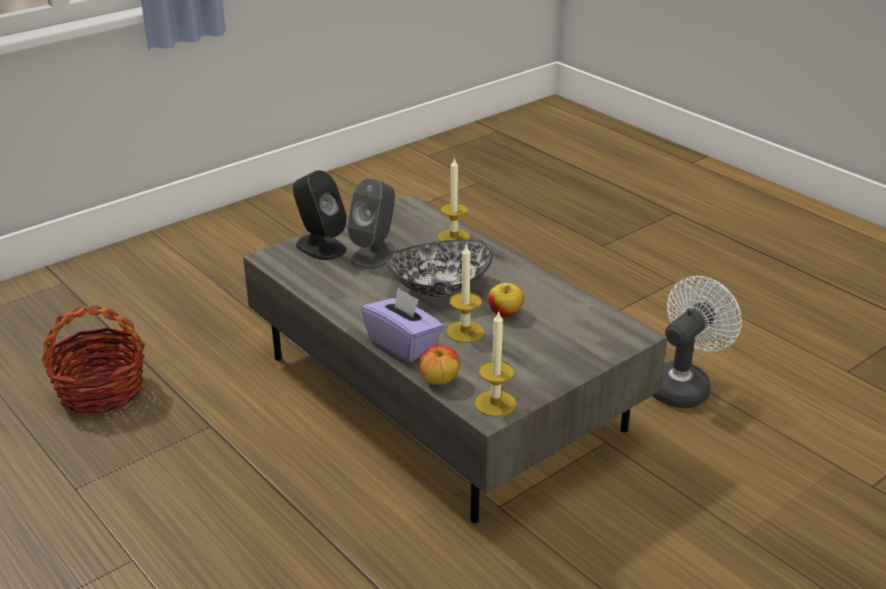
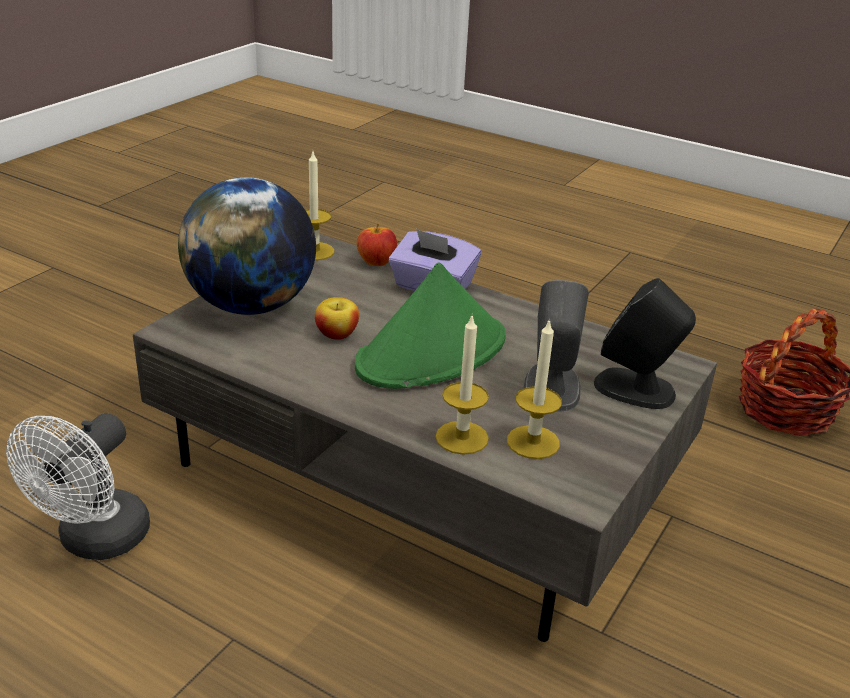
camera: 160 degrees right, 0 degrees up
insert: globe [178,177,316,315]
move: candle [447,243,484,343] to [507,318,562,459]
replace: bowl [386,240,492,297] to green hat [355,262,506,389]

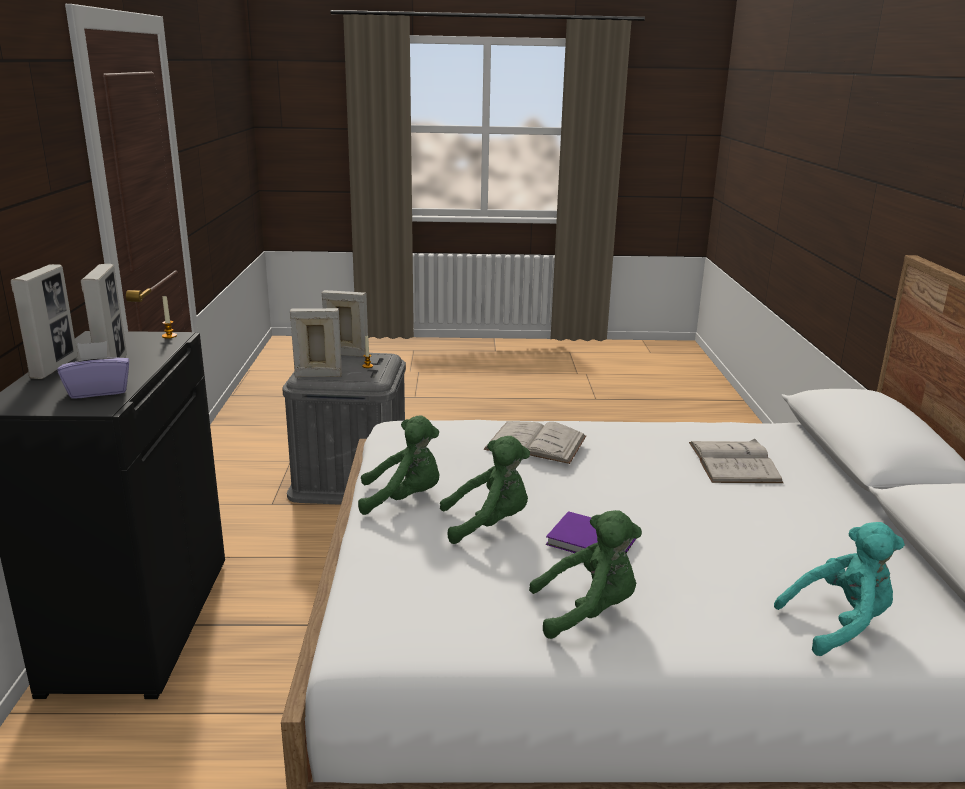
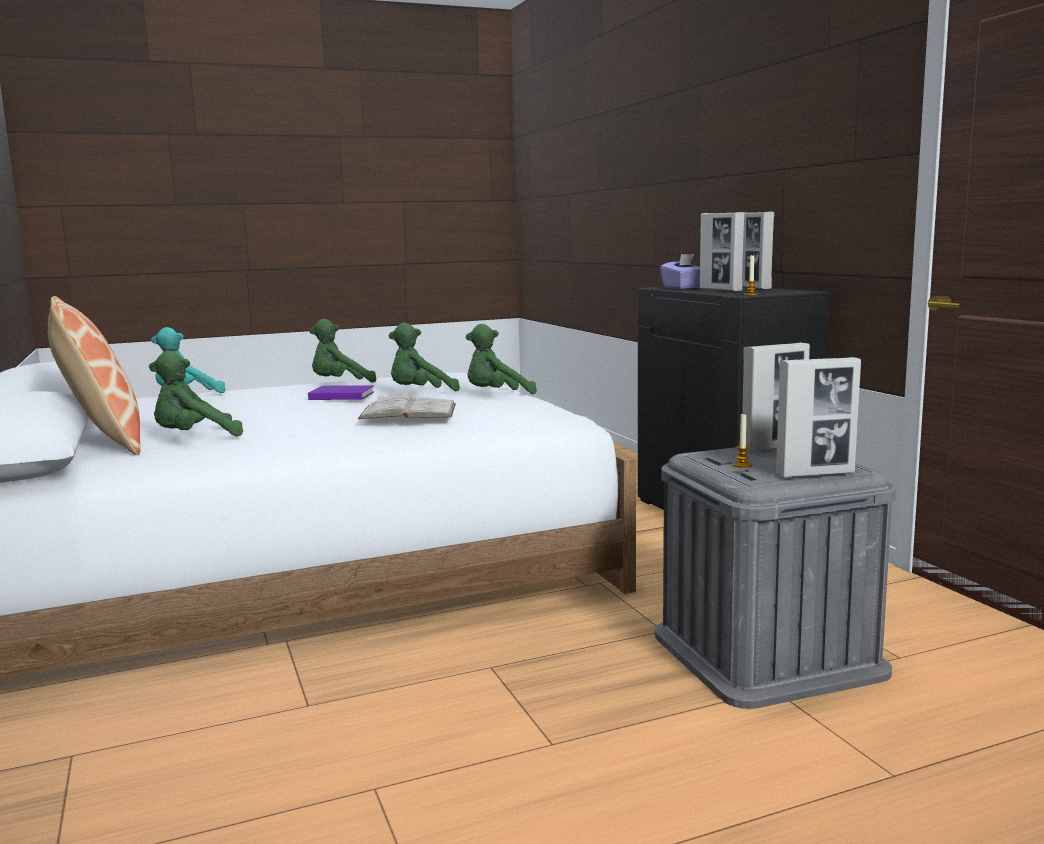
camera: 160 degrees right, 10 degrees down
insert: pillow [48,296,141,455]
replace: white book [689,439,784,483] to green plush toy [149,351,243,436]

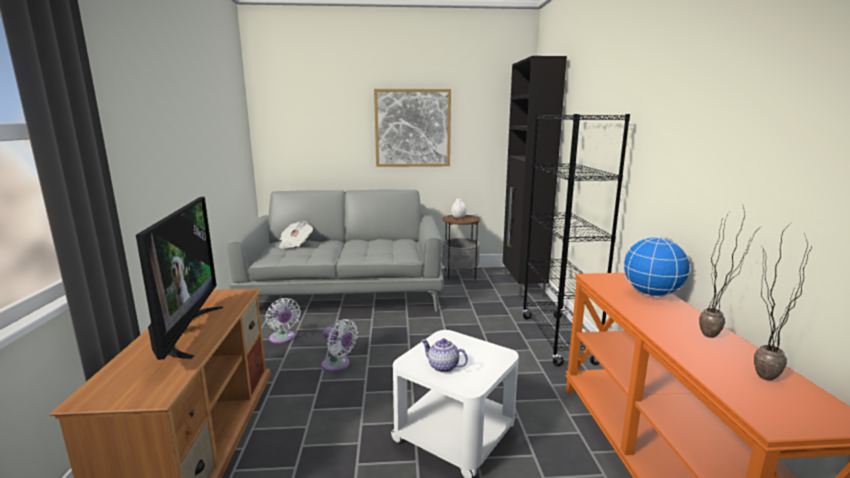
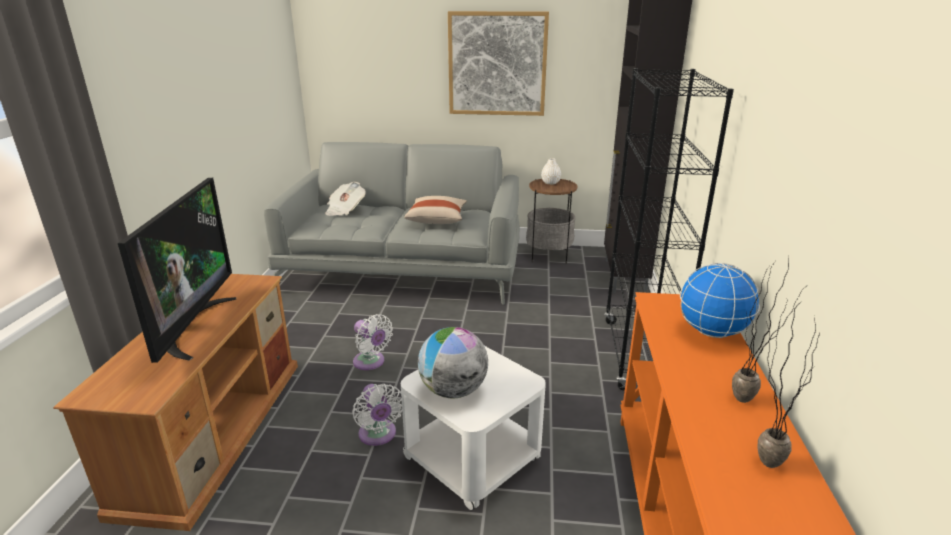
camera: 10 degrees right, 10 degrees up
insert: beige pillow [404,196,467,224]
move: white fan [265,298,301,344] to [352,384,402,446]
replace: teapot [421,338,468,373] to globe [418,327,488,398]

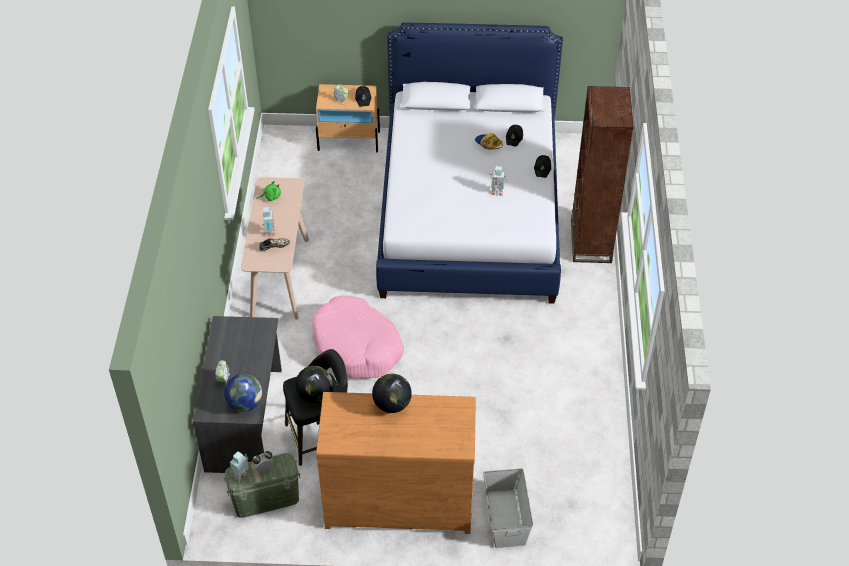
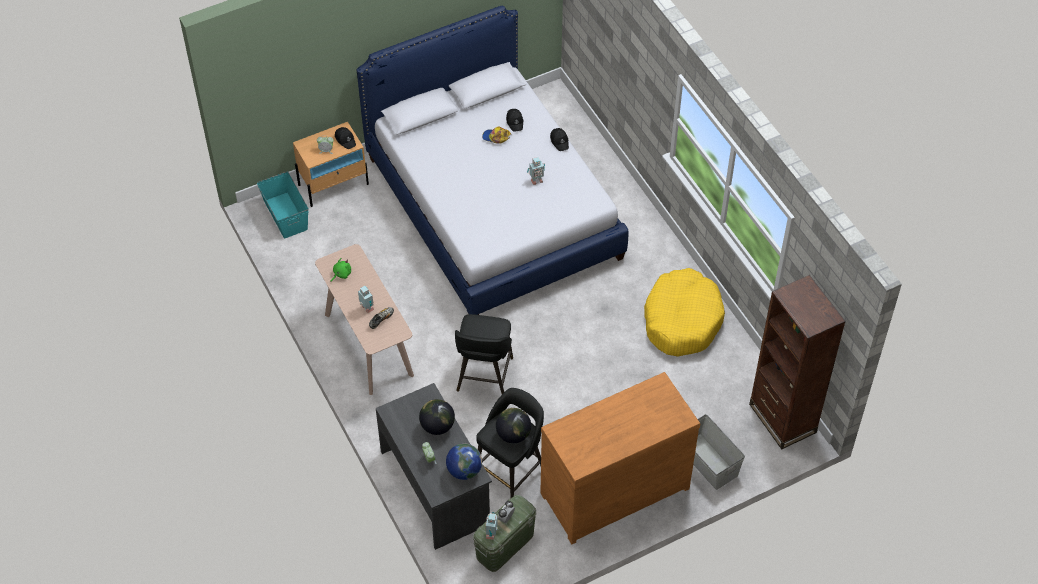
camera: 30 degrees left, 5 degrees up
insert: turquoise storage box [257,172,309,239]; yellow dog bed [644,268,725,356]
move: globe [372,374,412,413] to [419,399,455,435]; brown bookcase [571,86,634,263] to [749,275,846,449]
replace: pink dog bed [312,295,404,379] to black stool [455,314,513,394]

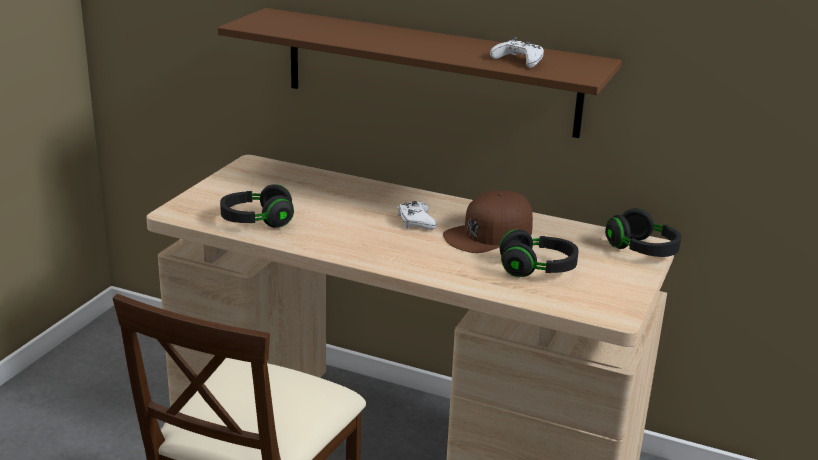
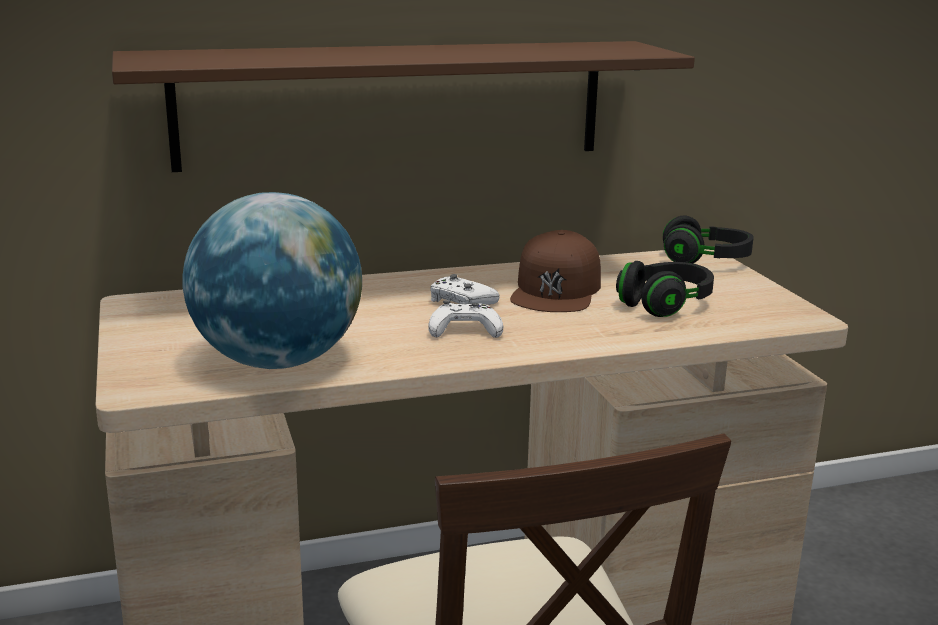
camera: 40 degrees left, 5 degrees down
move: white game controller [490,37,544,68] to [428,300,503,338]
replace: black headphones [220,184,294,228] to globe [182,192,362,369]

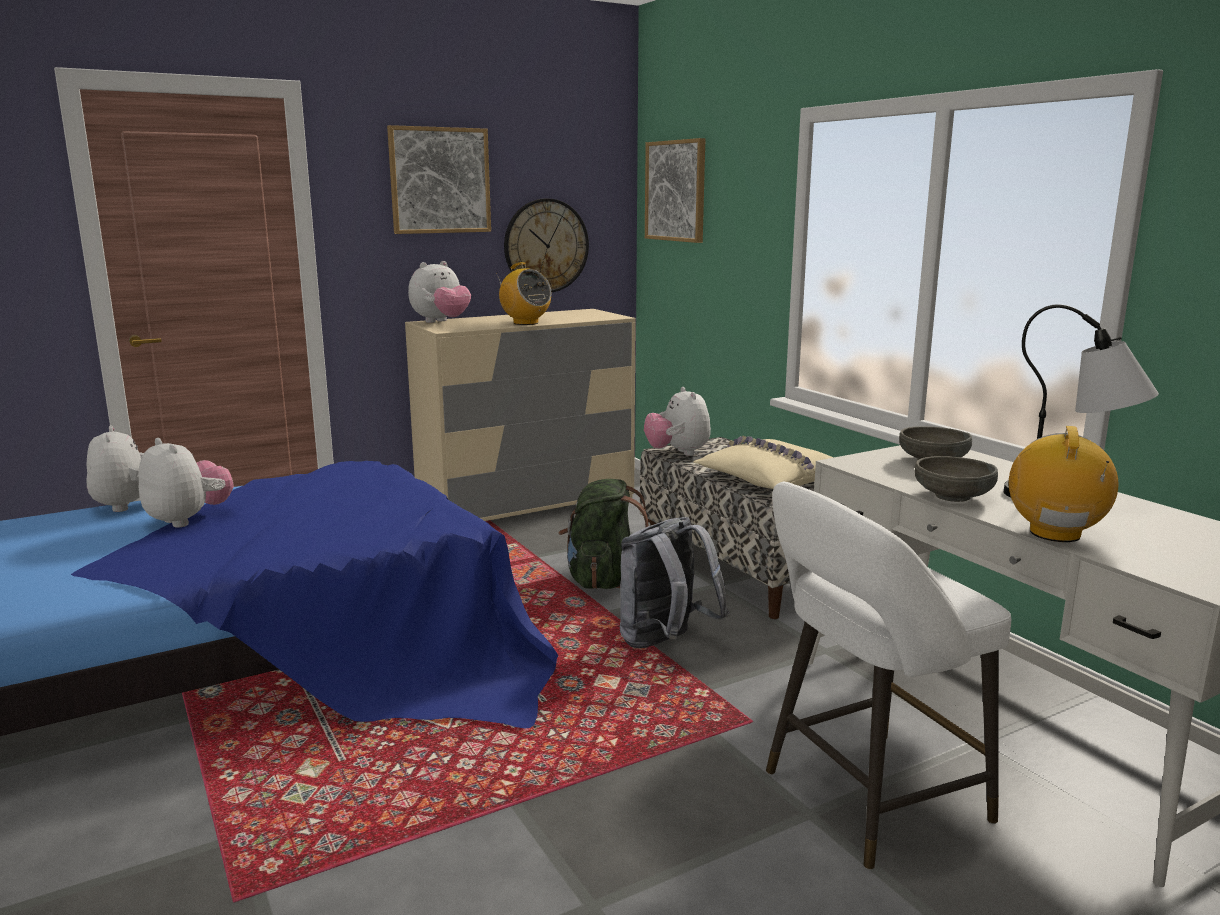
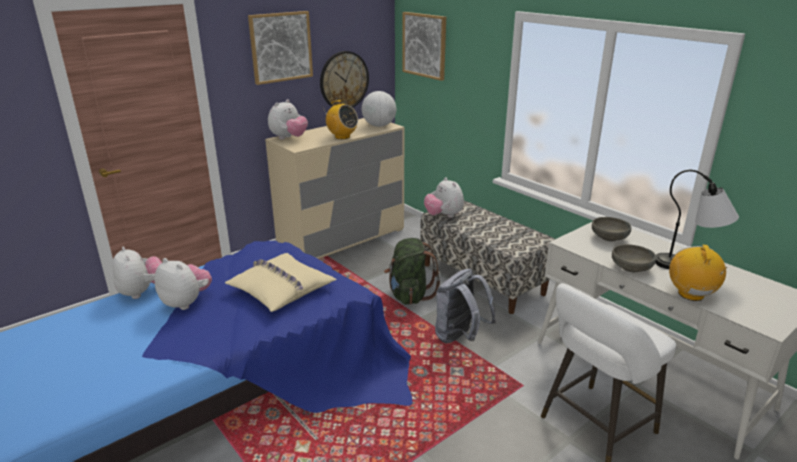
camera: 10 degrees left, 10 degrees up
insert: globe [362,91,396,127]
move: beige pillow [693,436,833,489] to [225,253,337,312]

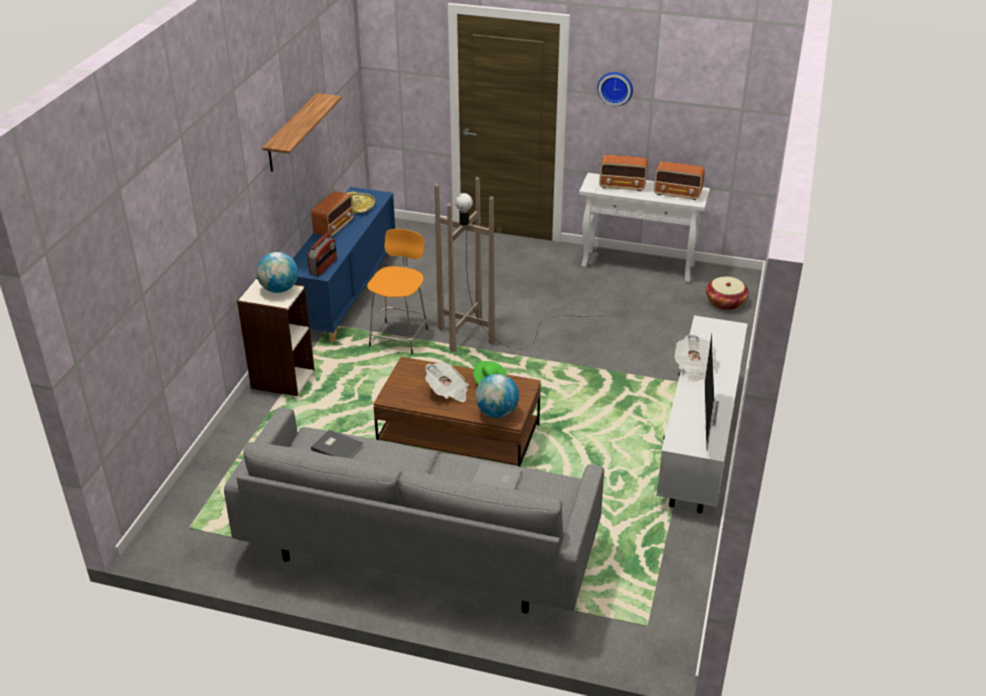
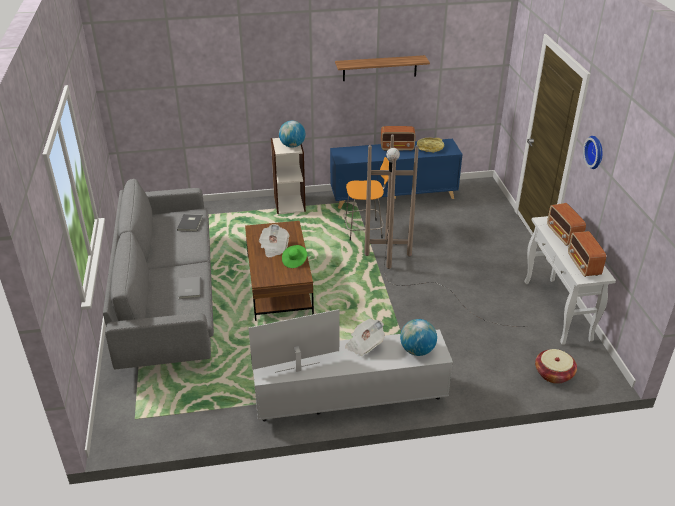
camera: 65 degrees right, 0 degrees up
delete: radio [308,233,337,276]
move: globe [475,374,519,418] to [400,319,437,356]

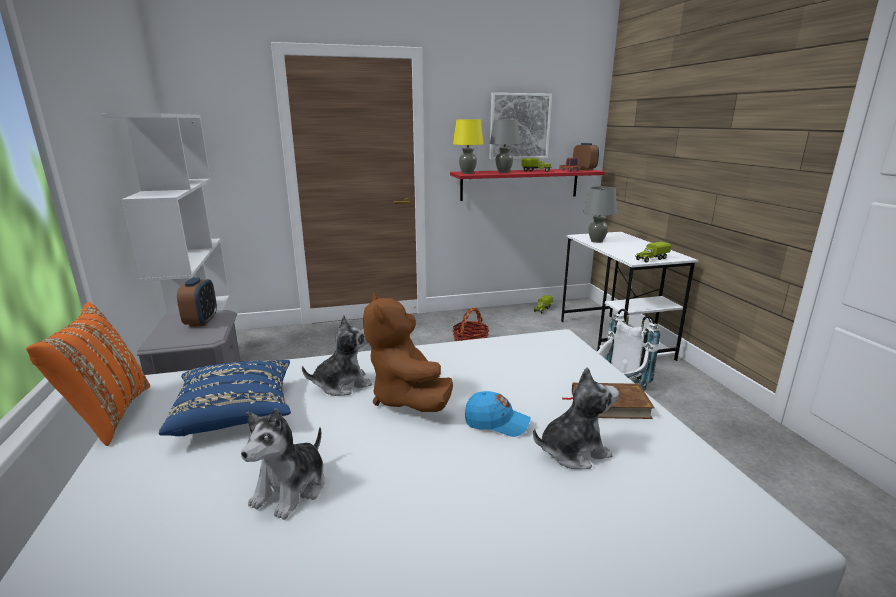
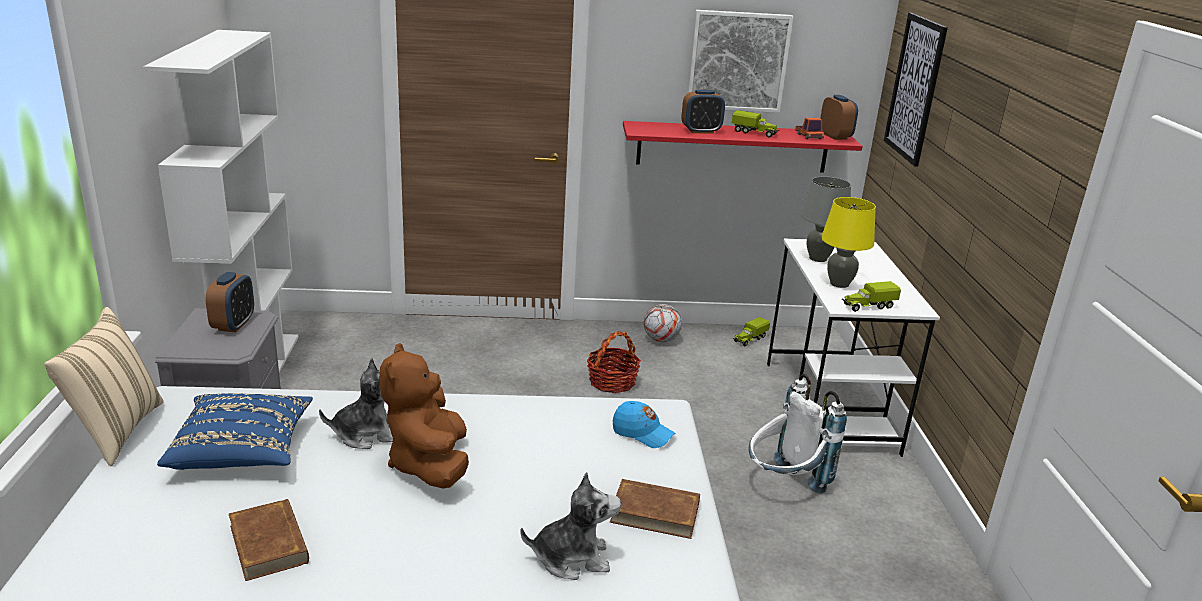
camera: 10 degrees right, 5 degrees up
insert: football [644,304,682,342]; picture [884,13,948,167]
move: blue cap [465,391,531,437] to [613,401,675,448]; yellow table lamp [453,120,484,174] to [821,197,876,288]
replace: plush toy [241,409,325,520] to brown book [229,499,309,581]; grey table lamp [490,120,520,173] to alarm clock [681,90,725,134]
recolor: orange pillow [26,302,150,446] to beige pillow [44,307,164,466]

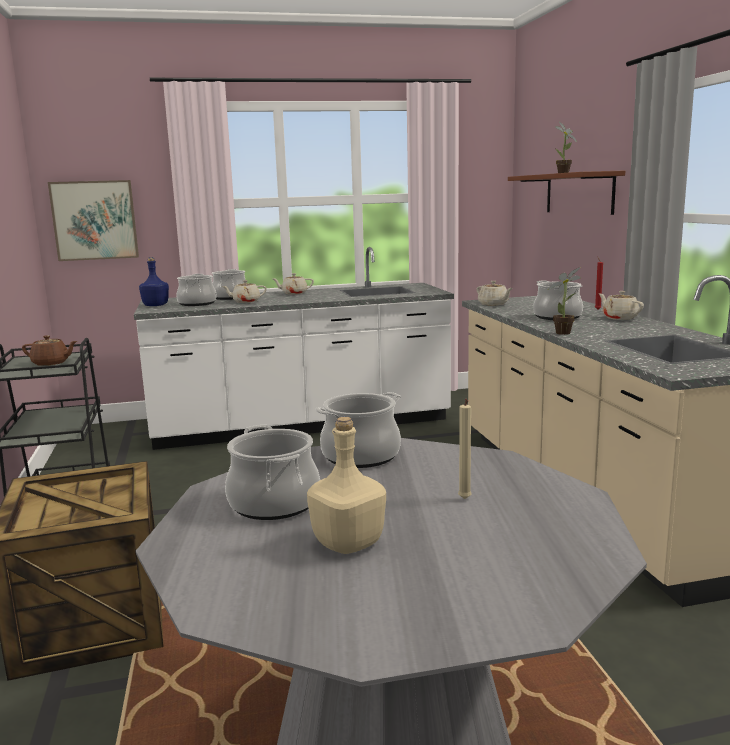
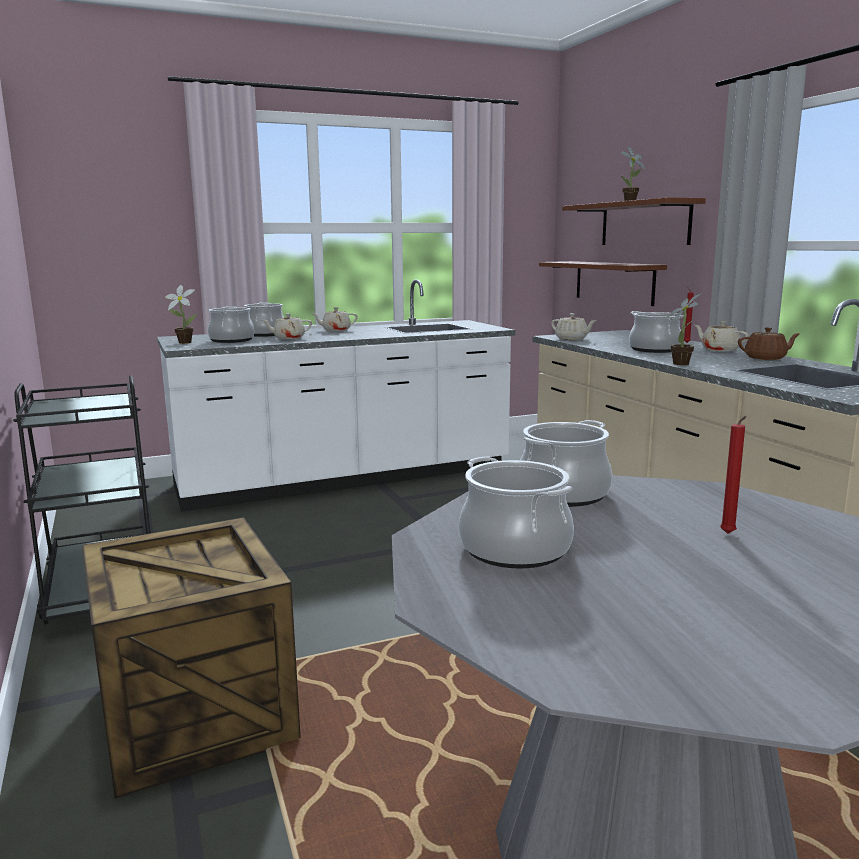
camera: 10 degrees left, 0 degrees up
delete: picture [48,180,139,261]; beige bottle [307,417,386,554]
insert: brown shelf [539,261,667,306]
move: brown teapot [22,335,77,366] to [738,327,801,360]
replace: blue bottle [139,257,169,306] to potted plant [165,285,197,344]
recolor: beige candle [458,399,472,499] to red candle [720,416,746,534]

